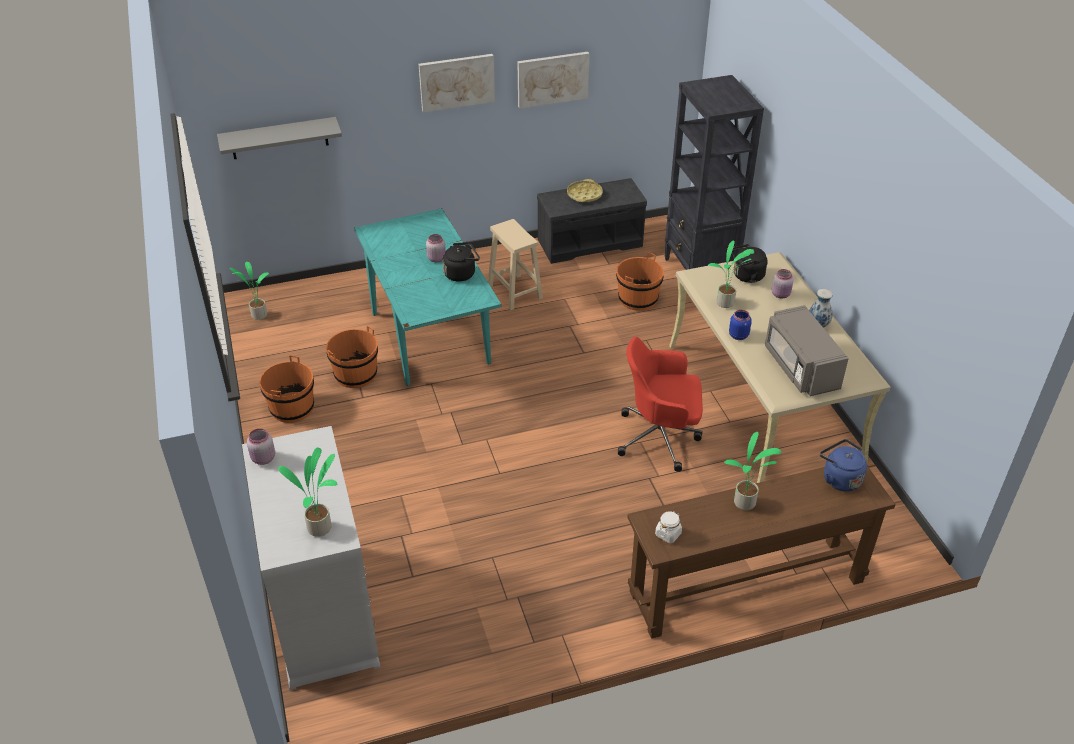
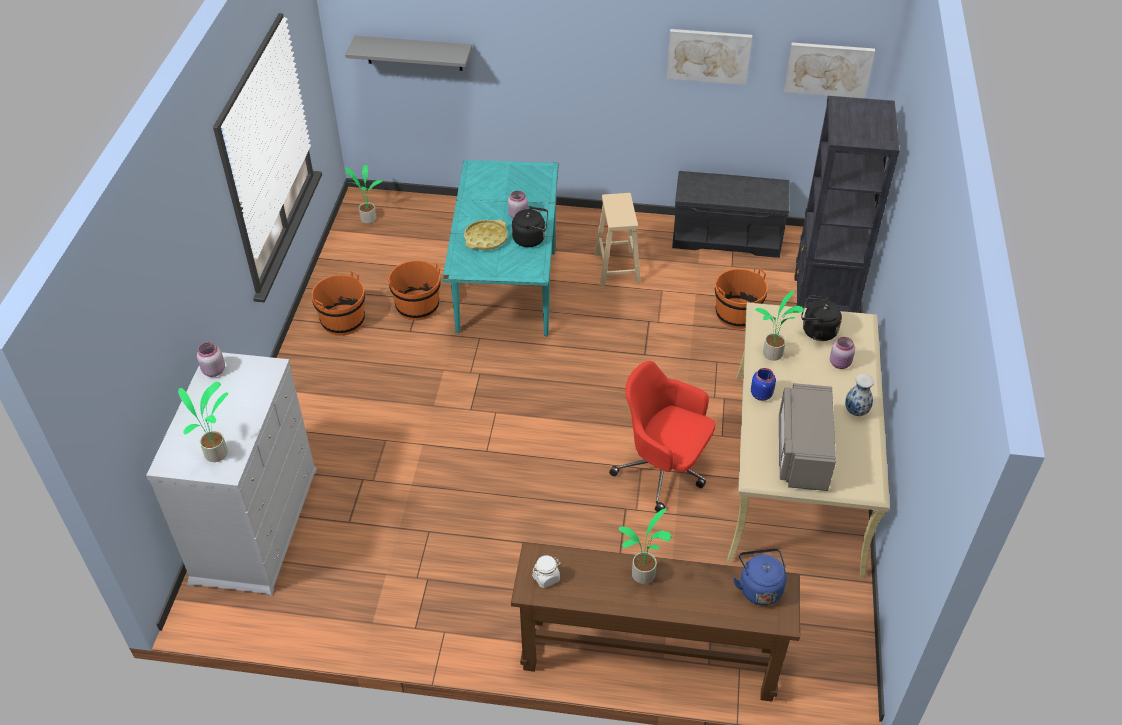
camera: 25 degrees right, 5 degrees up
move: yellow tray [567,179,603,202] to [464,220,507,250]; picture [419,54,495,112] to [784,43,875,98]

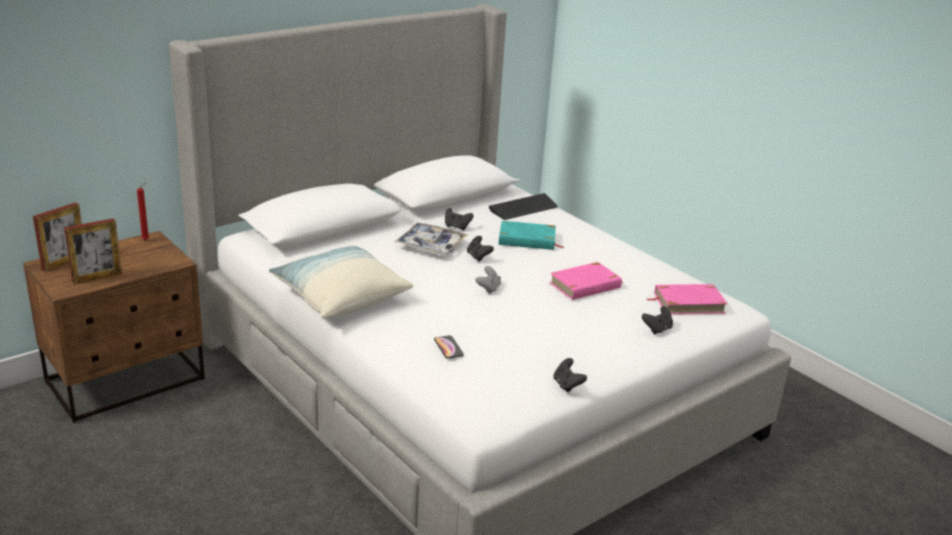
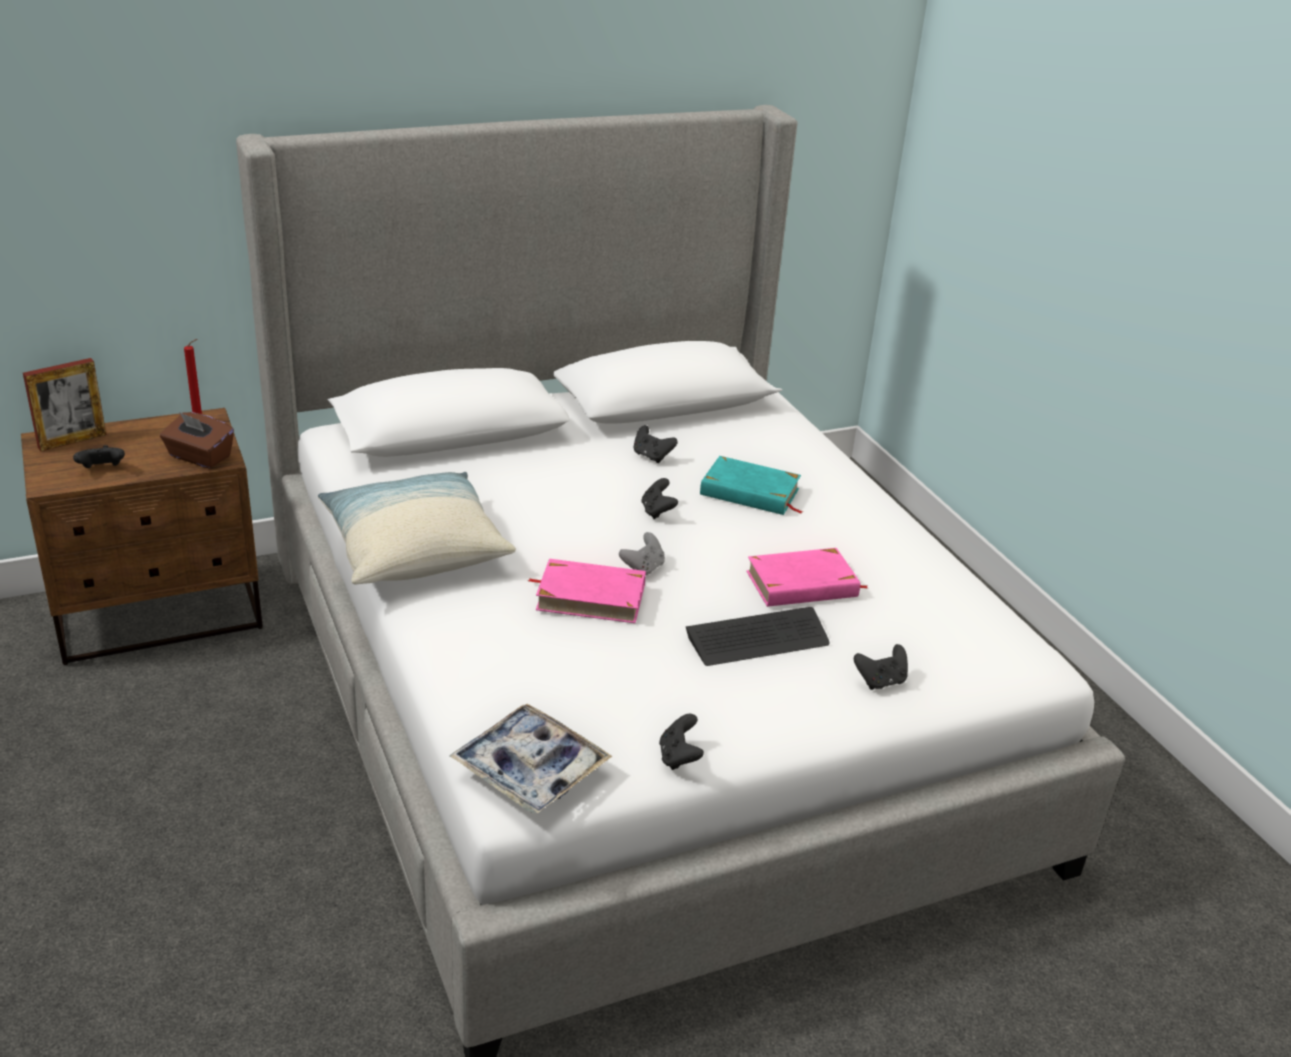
camera: 15 degrees right, 5 degrees up
delete: phone [434,335,464,359]
insert: brown tissue box [160,412,234,468]
move: tray [395,223,468,255] to [449,704,612,813]; pink book [647,284,727,315] to [528,559,646,623]; keyboard [489,193,558,220] to [686,607,830,666]
replace: picture frame [64,218,122,284] to black game controller [73,445,125,468]

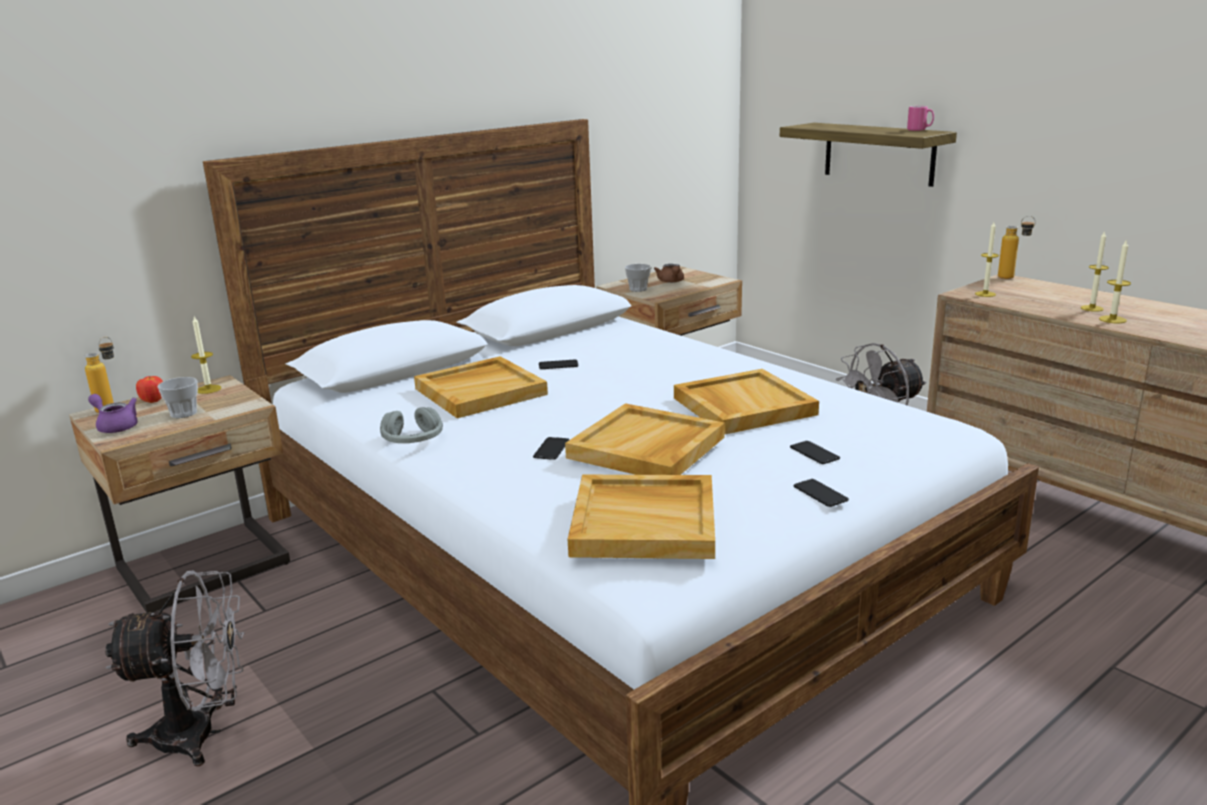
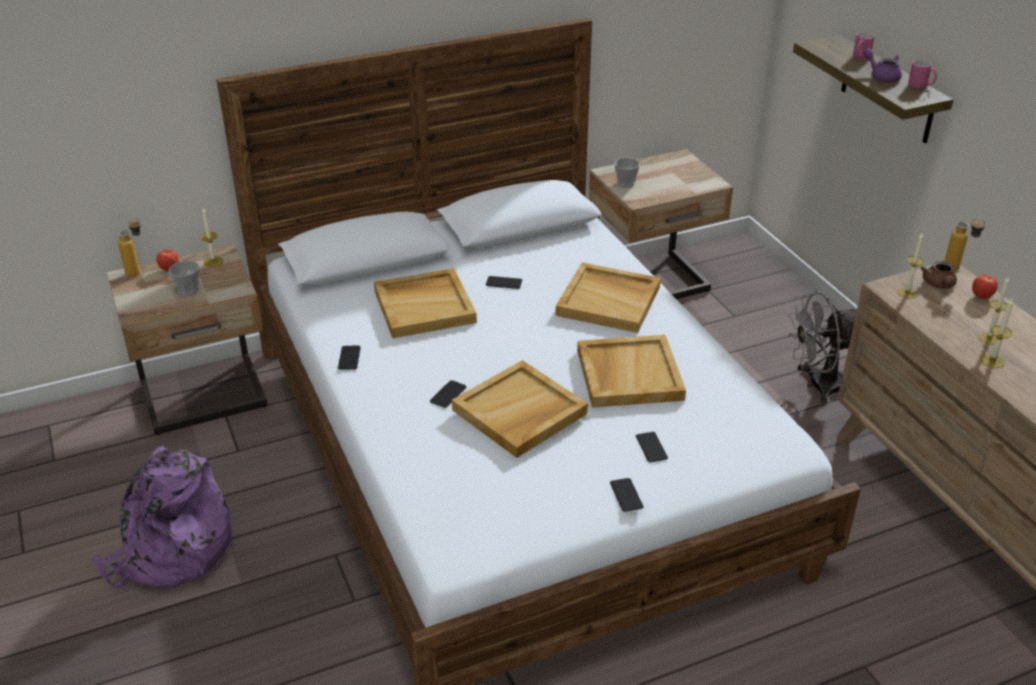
camera: 15 degrees right, 15 degrees up
insert: pink mug [853,32,874,60]; apple [972,274,998,299]
move: beige tray [568,475,715,559] to [556,262,661,333]; purple teapot [88,394,138,433] to [863,48,902,82]; brown teapot [654,264,684,283] to [920,261,957,289]
replace: grey fan [105,570,244,766] to purple backpack [92,446,232,588]; grey headphones [380,407,443,443] to phone [338,346,361,370]

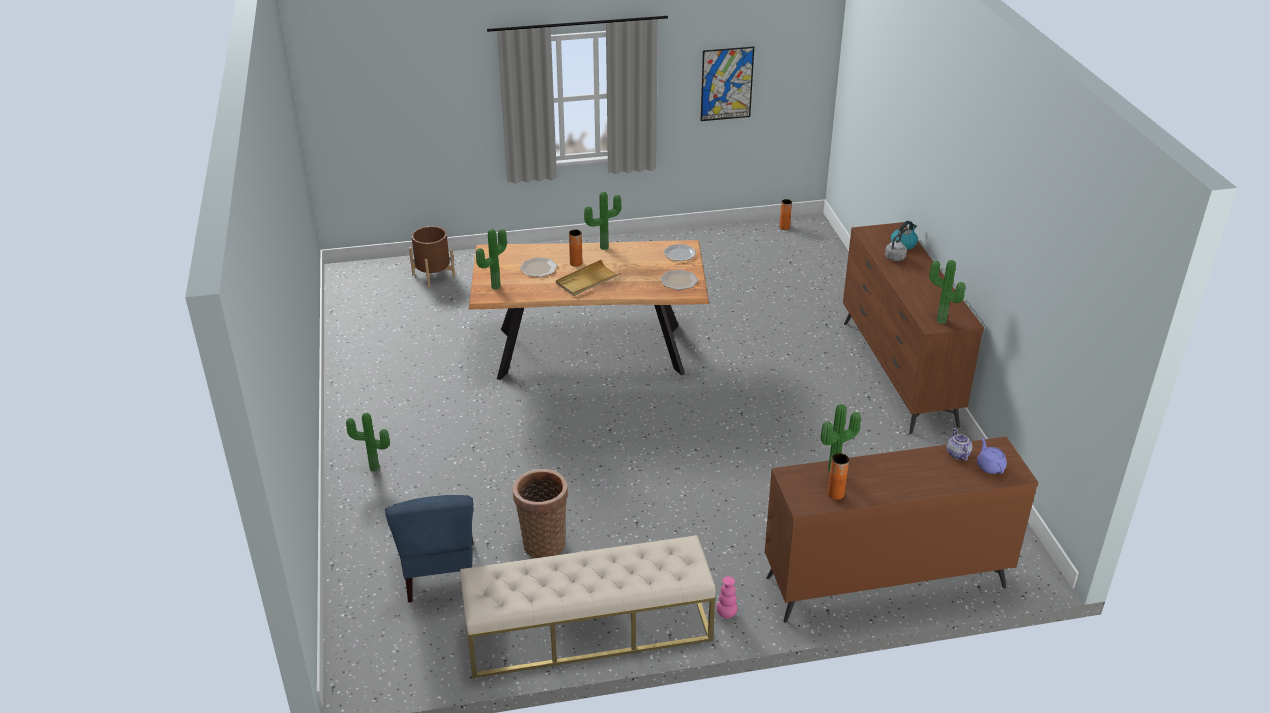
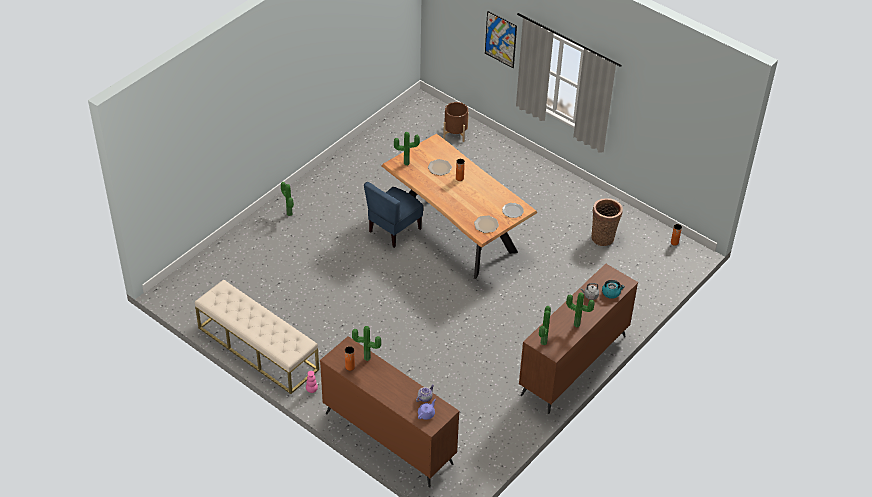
camera: 50 degrees right, 10 degrees up
delete: beige tray [556,260,621,296]
move: blue chair [385,495,474,602] to [364,182,423,248]; picture [701,47,754,121] to [485,11,517,68]; potted plant [584,192,621,250] to [566,293,594,327]; basket [513,469,568,558] to [592,198,623,246]

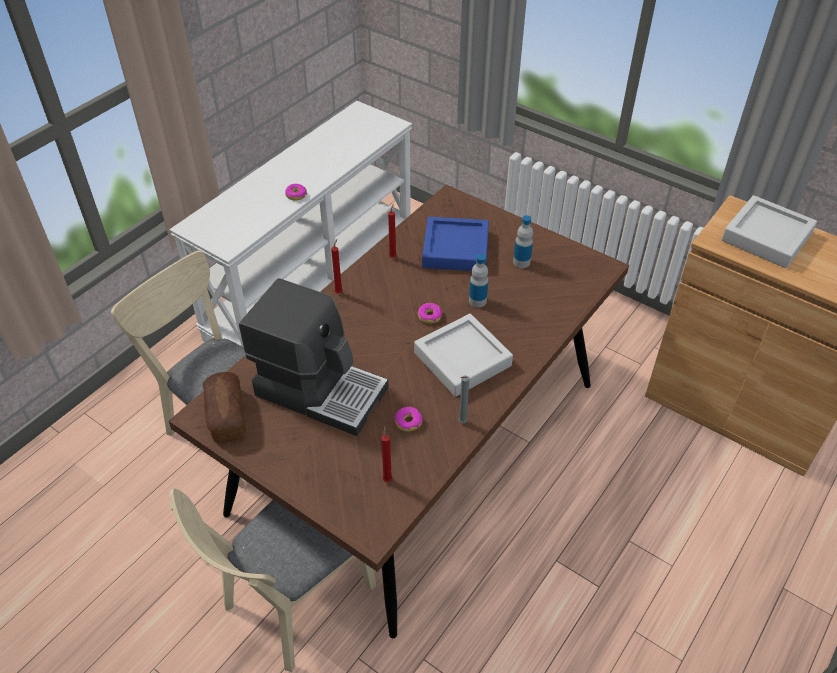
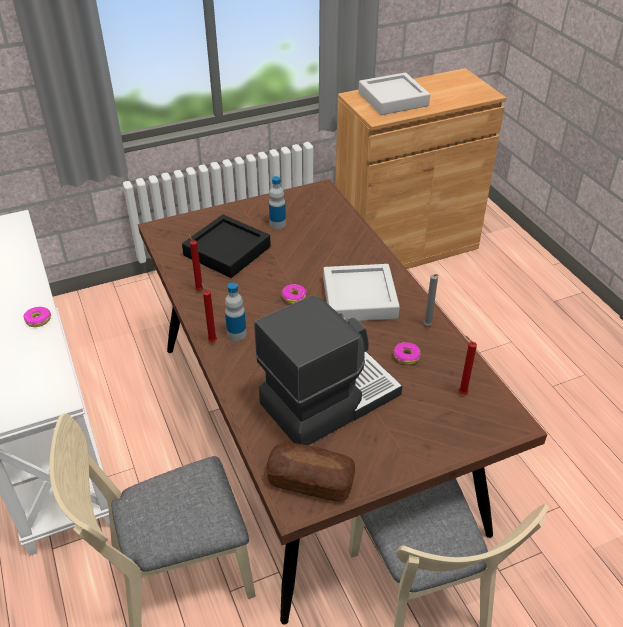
camera: 60 degrees left, 5 degrees down
move: bottle [469,254,488,308] to [225,283,246,341]
recolor: blue tray [422,217,489,271] to black tray [182,215,271,278]

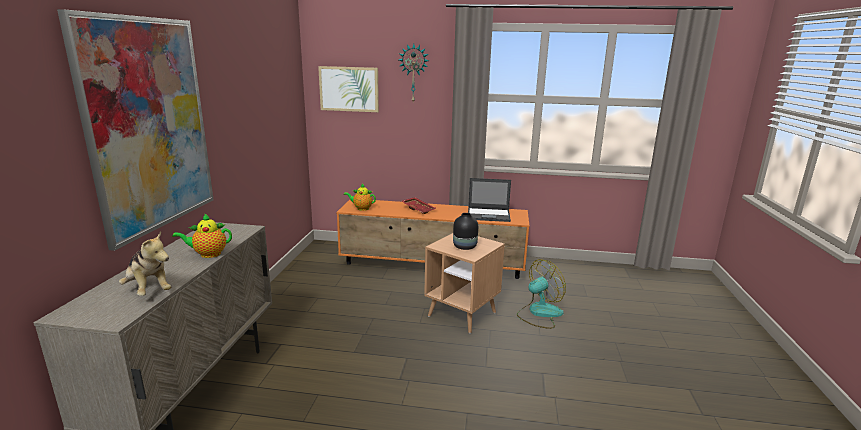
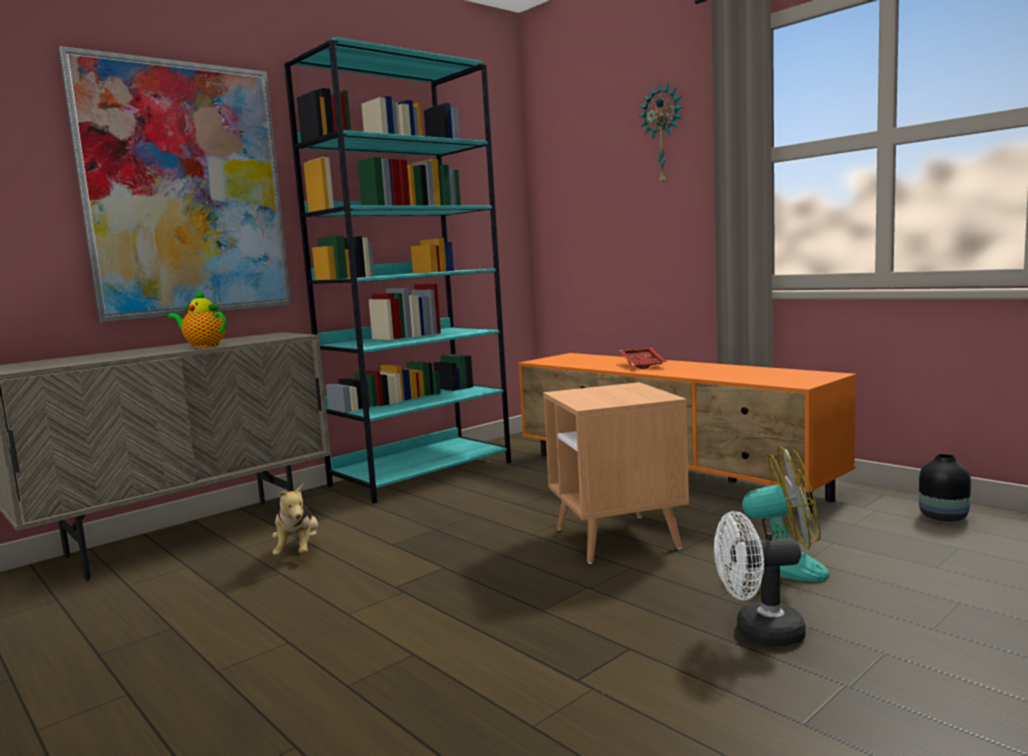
camera: 40 degrees right, 10 degrees down
delete: picture [318,66,379,112]; teapot [344,184,376,211]; laptop [468,178,511,222]
insert: turquoise bookcase [284,37,511,504]; white fan [714,511,806,646]
move: plush toy [119,231,171,296] to [272,483,318,555]; black vase [453,213,478,250] to [919,454,971,521]

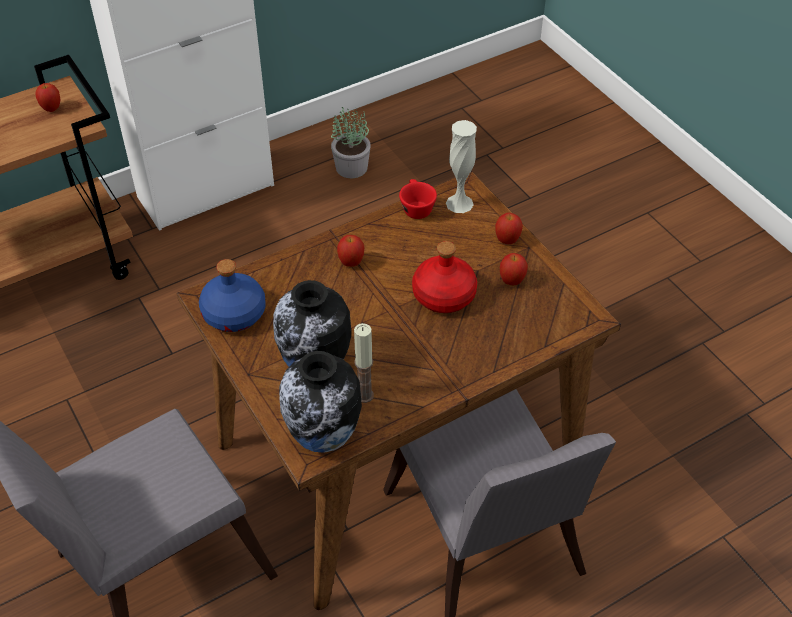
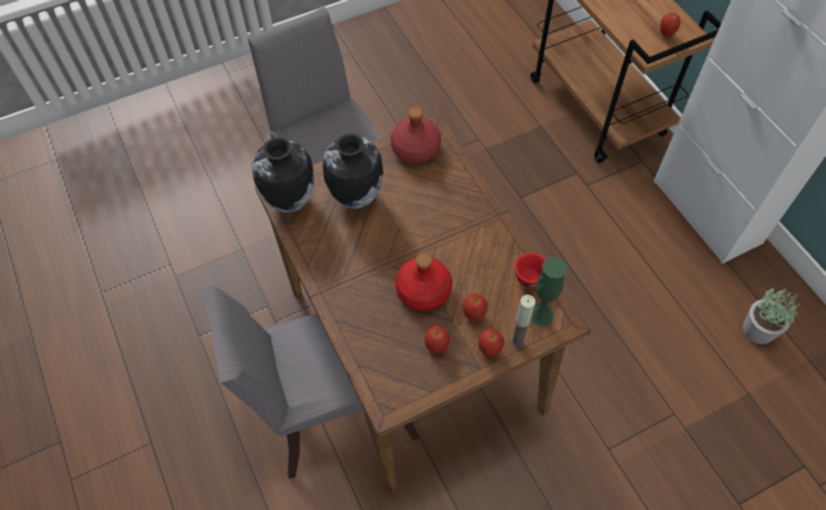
camera: 95 degrees right, 10 degrees up
move: apple [337,235,364,267] to [463,294,488,321]; candle [354,323,374,403] to [510,295,536,348]
recolor: blue bottle [199,259,266,332] to red bottle [390,107,441,163]; white vase [446,120,477,213] to green vase [531,257,568,327]

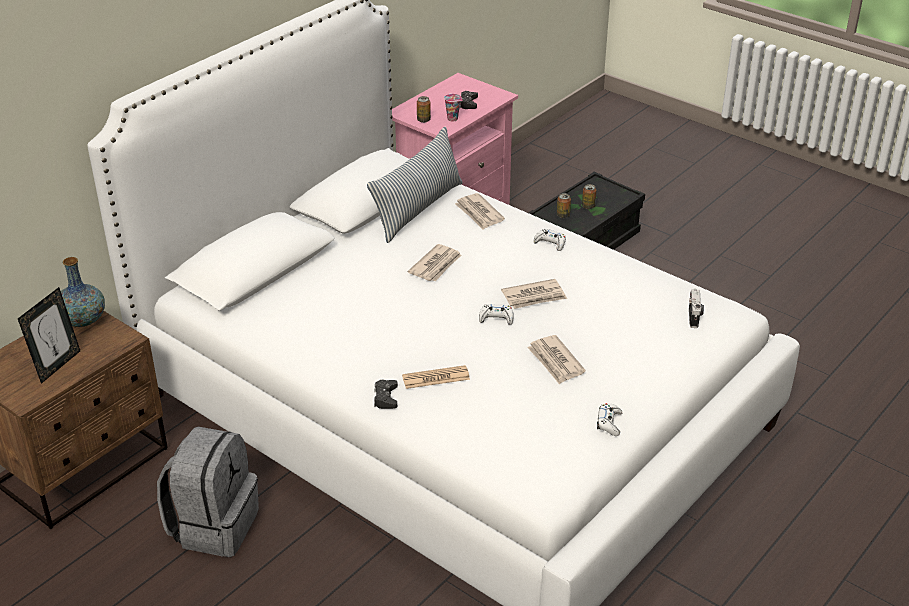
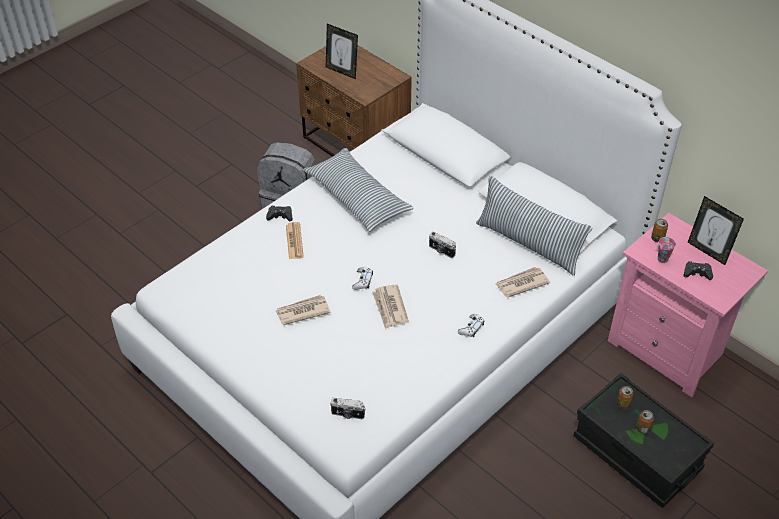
camera: 95 degrees right, 10 degrees up
delete: vase [61,257,105,327]; white game controller [597,403,622,436]
insert: pillow [303,148,414,232]; picture frame [687,196,744,265]
replace: newspaper [408,244,461,282] to photo camera [429,232,456,258]

